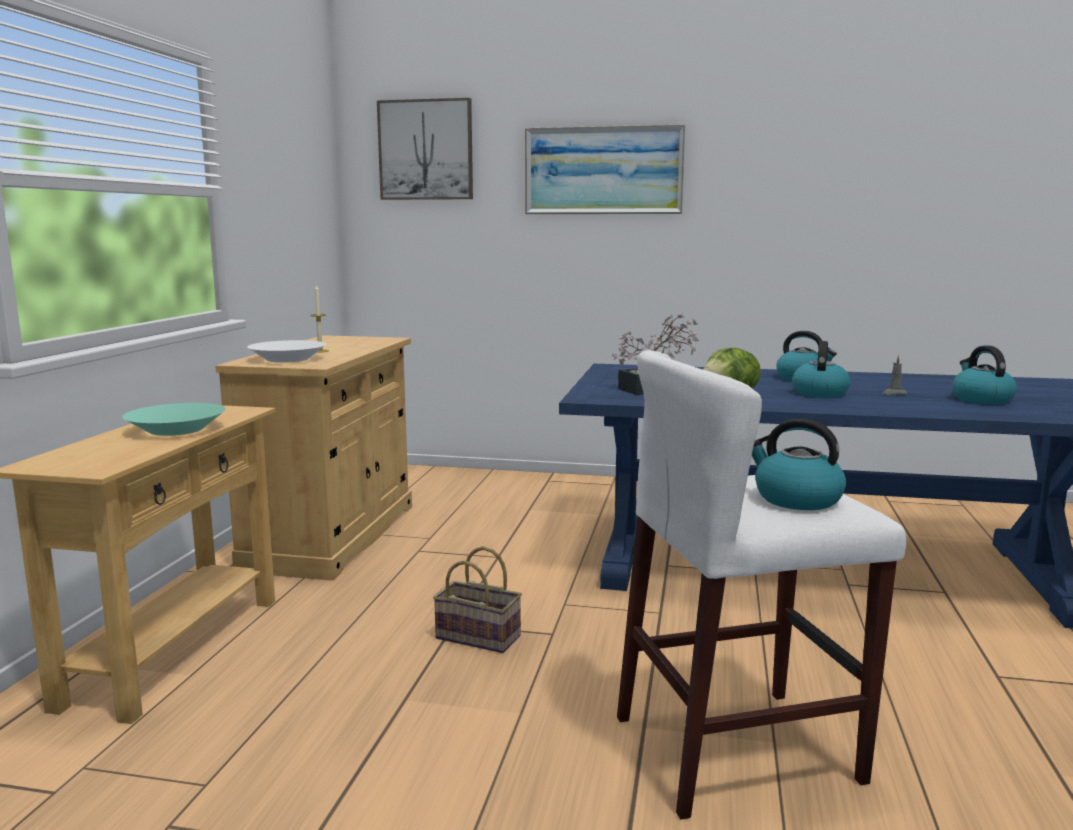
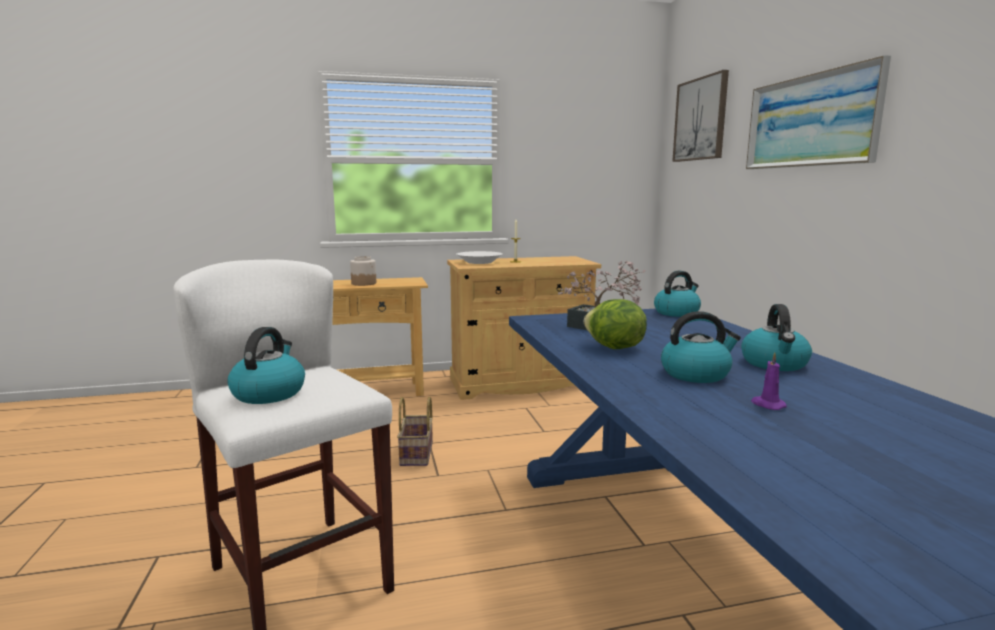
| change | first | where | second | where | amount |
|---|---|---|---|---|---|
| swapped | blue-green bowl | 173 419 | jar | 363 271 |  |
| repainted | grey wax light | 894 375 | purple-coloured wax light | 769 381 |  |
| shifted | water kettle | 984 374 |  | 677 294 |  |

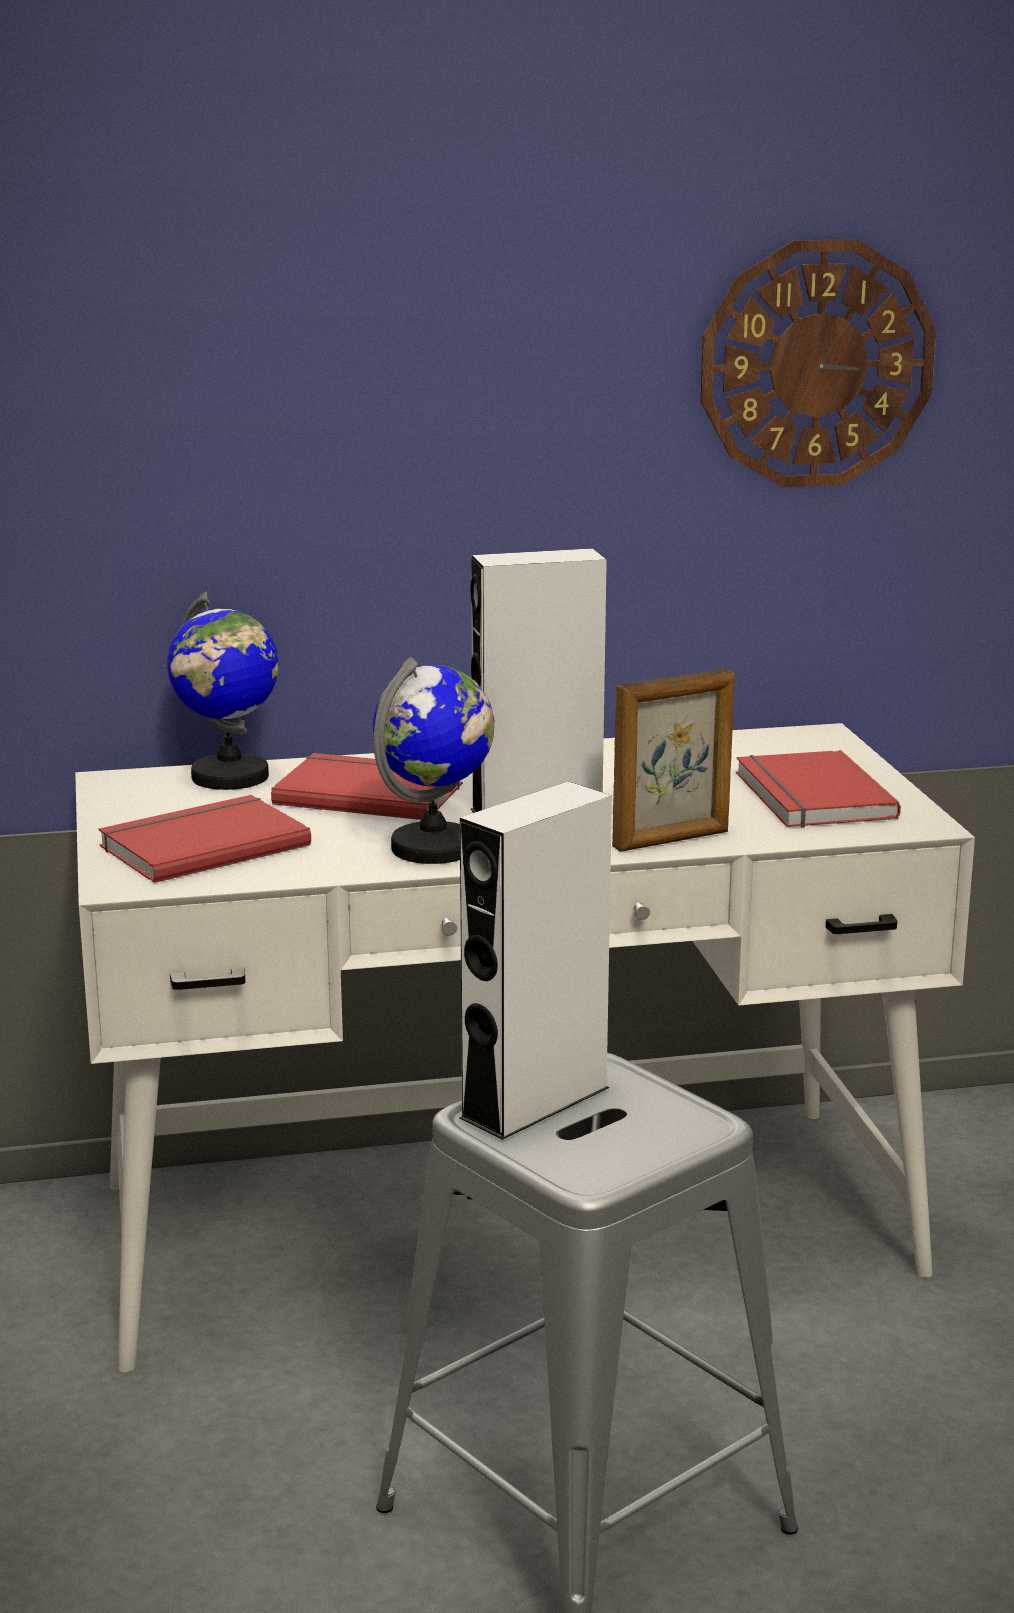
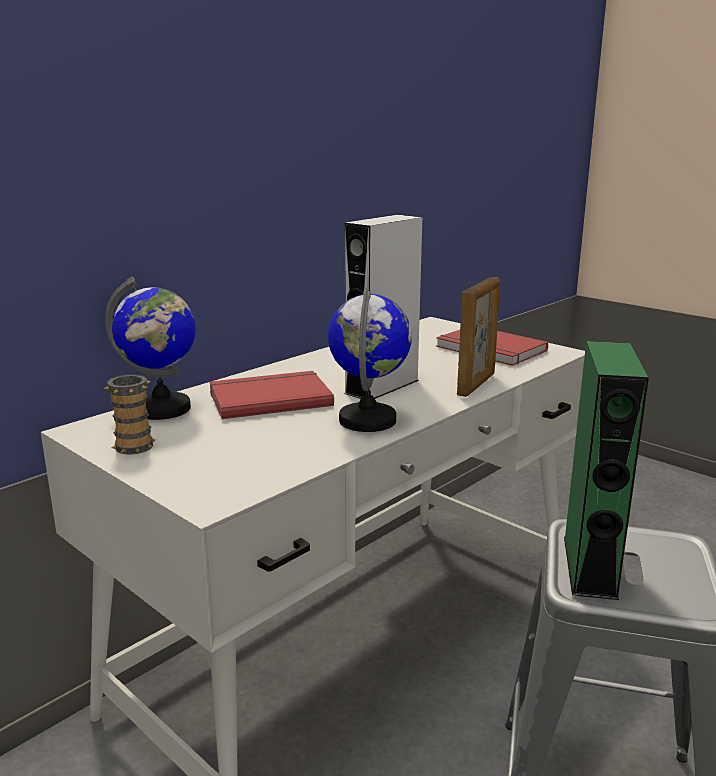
| change | first | where | second | where | amount |
|---|---|---|---|---|---|
| gone | red-coloured book | 204 839 |  |  |  |
| repainted | grey loudspeaker | 535 960 | greenish loudspeaker | 606 470 |  |
| gone | hanging clock | 818 363 |  |  |  |
| new |  |  | tea mug | 130 414 |  |

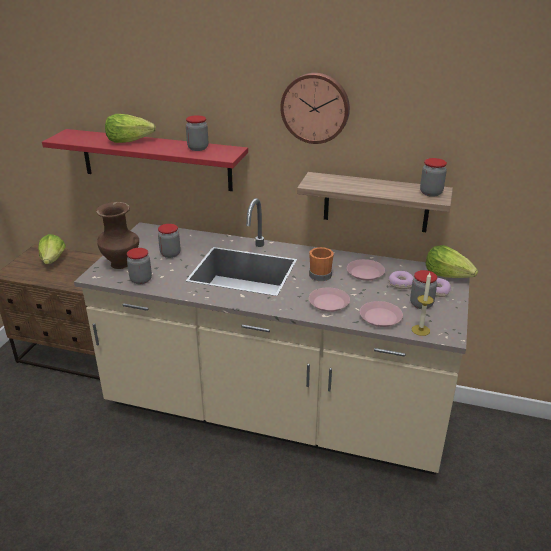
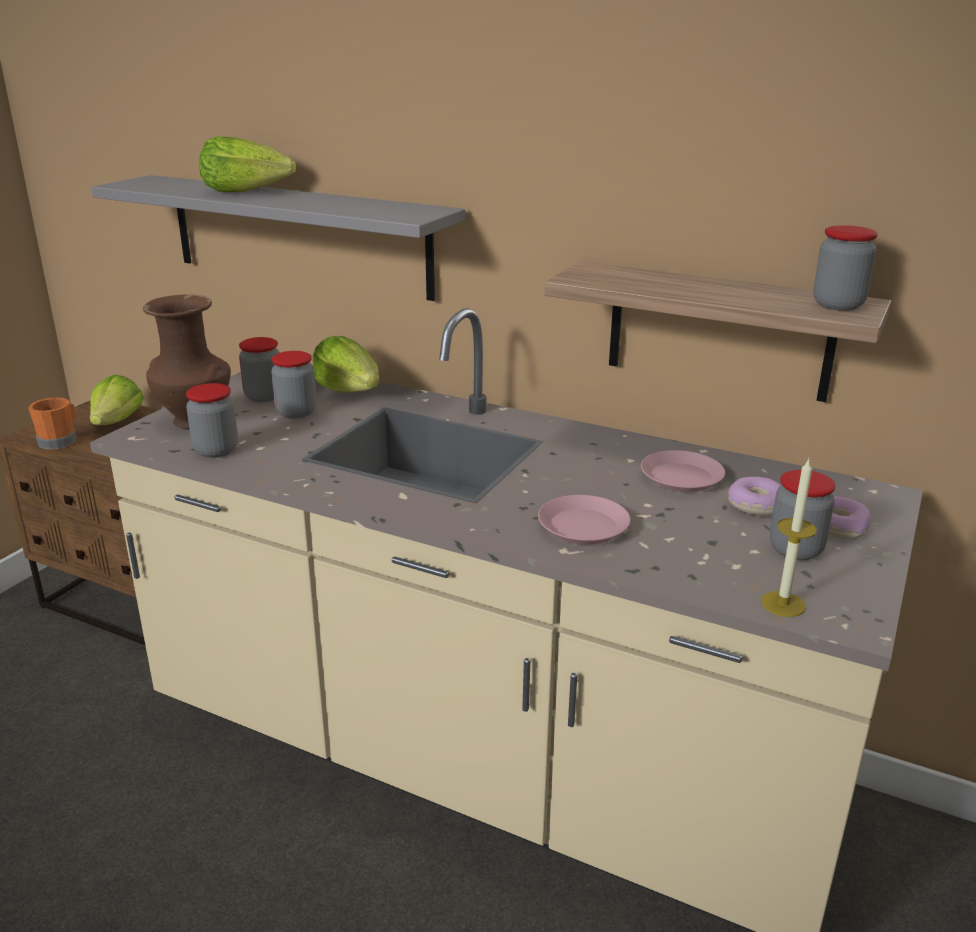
| change | first | where | second | where | amount |
|---|---|---|---|---|---|
| repainted | red-coloured shelf | 145 160 | grey shelf | 278 238 |  |
| shifted | jar | 197 133 |  | 259 369 |  |
| gone | hanging clock | 315 108 |  |  |  |
| shifted | orangey tea mug | 321 264 |  | 52 424 |  |
| gone | pinkish plate | 381 314 |  |  |  |
| shifted | lettuce | 452 261 |  | 346 364 |  |

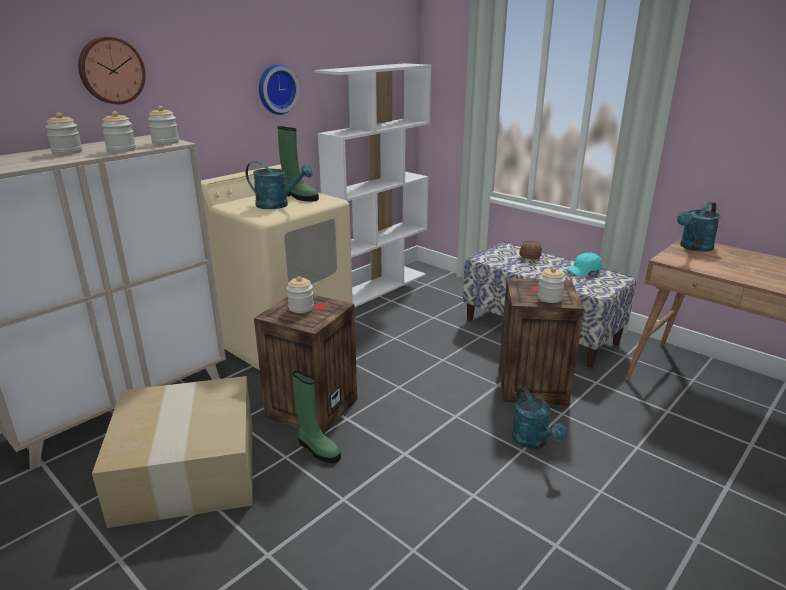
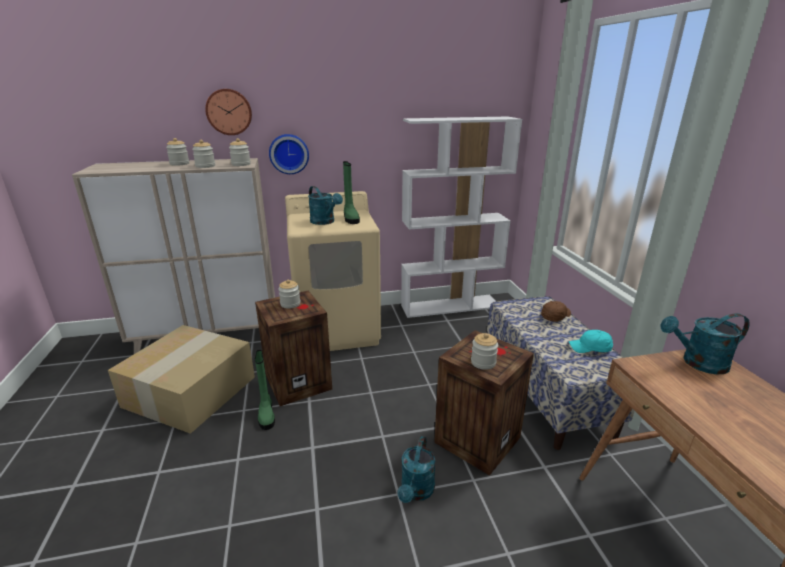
| change | first | where | second | where | amount |
|---|---|---|---|---|---|
| shifted | hanging clock | 279 89 |  | 289 154 |  |

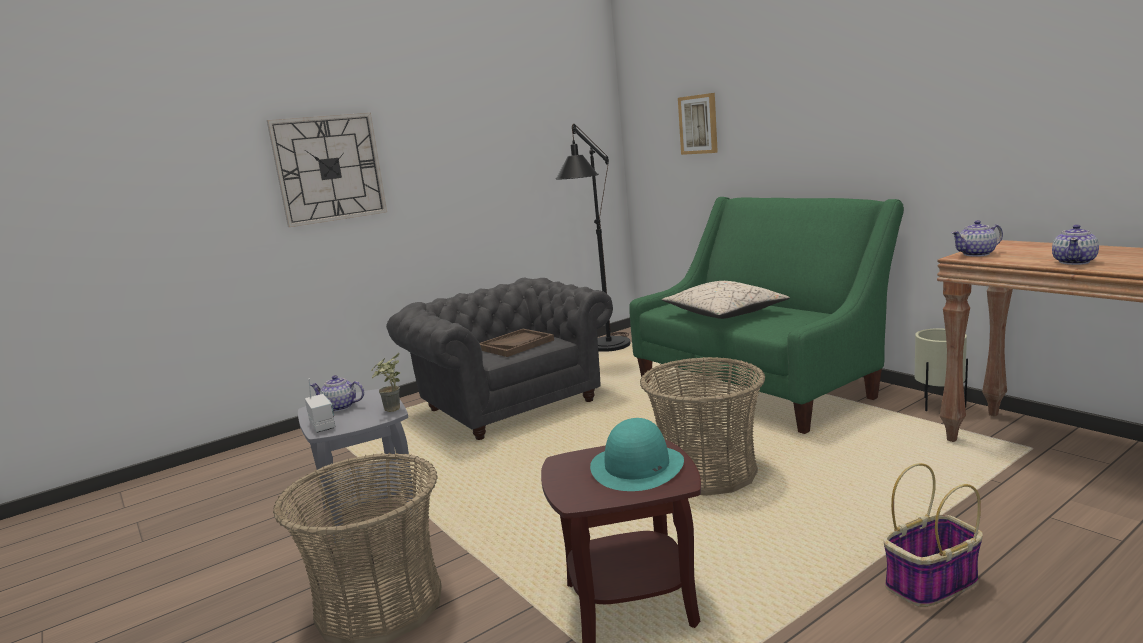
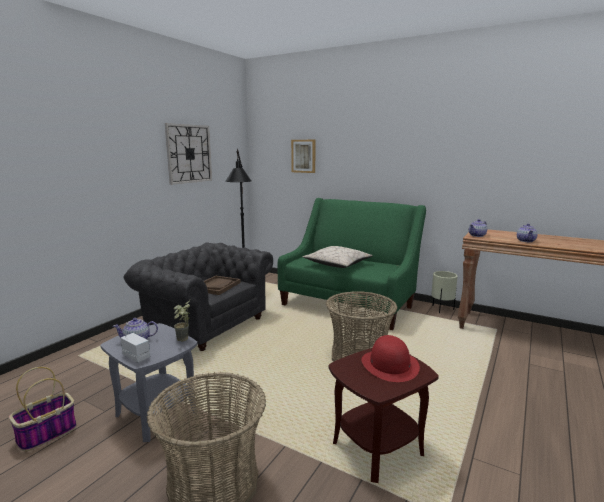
| change | first | where | second | where | amount |
|---|---|---|---|---|---|
| shifted | hanging clock | 327 170 |  | 188 154 |  |
| repainted | blue-green hat | 637 454 | red-coloured hat | 390 358 |  |
| shifted | storage basket | 933 535 |  | 43 409 |  |

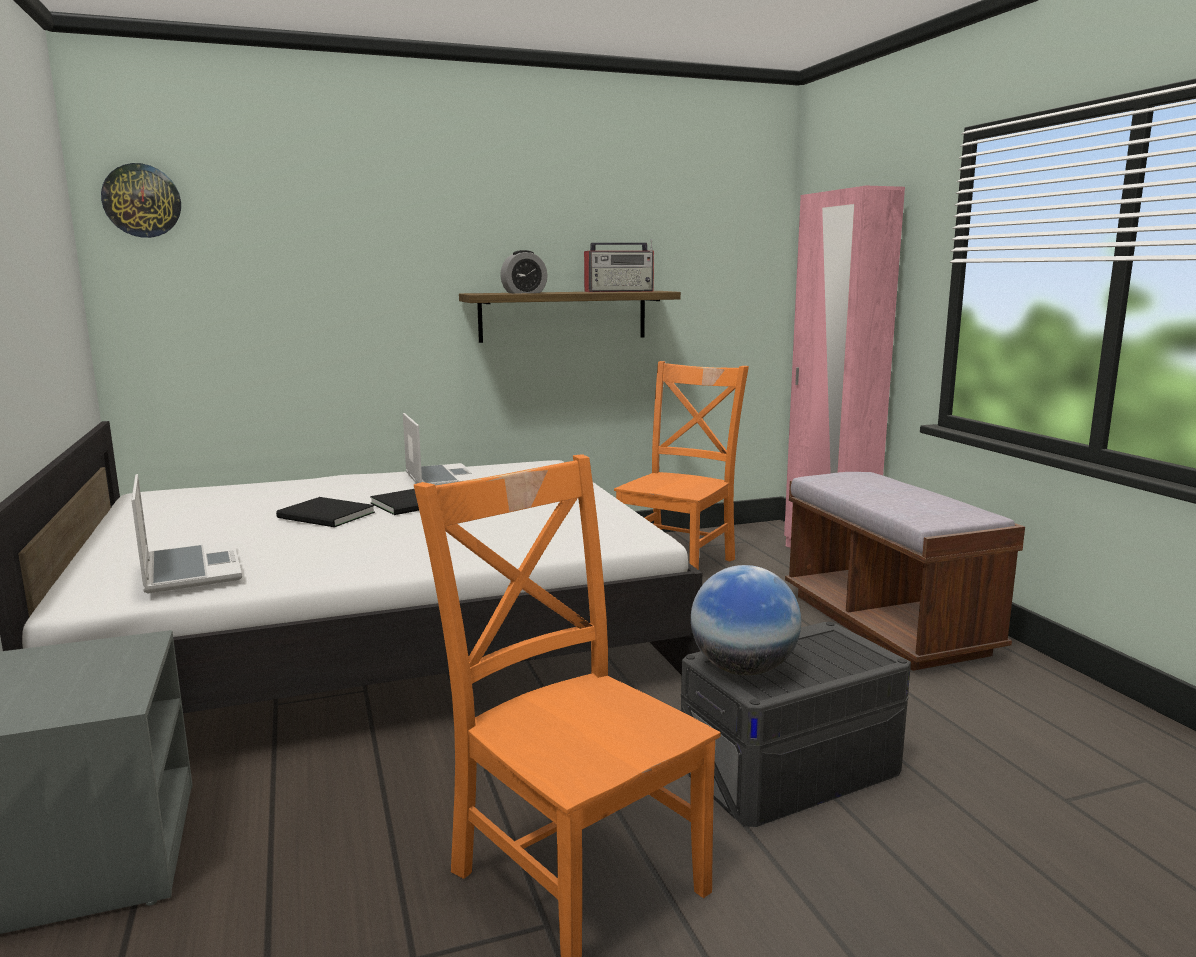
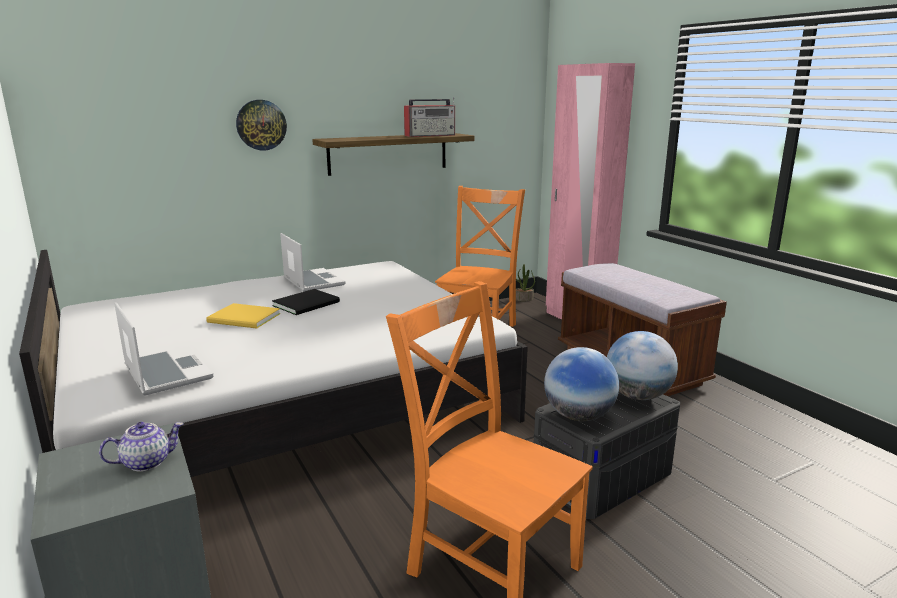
| change | first | where | second | where | amount |
|---|---|---|---|---|---|
| shifted | hanging clock | 141 200 |  | 261 125 |  |
| repainted | black book | 325 512 | yellow book | 243 316 |  |
| gone | bedside clock | 524 272 |  |  |  |
| new |  |  | tea pot | 141 447 |  |
| new |  |  | plant in a pot | 525 282 |  |
| new |  |  | globe | 642 365 |  |

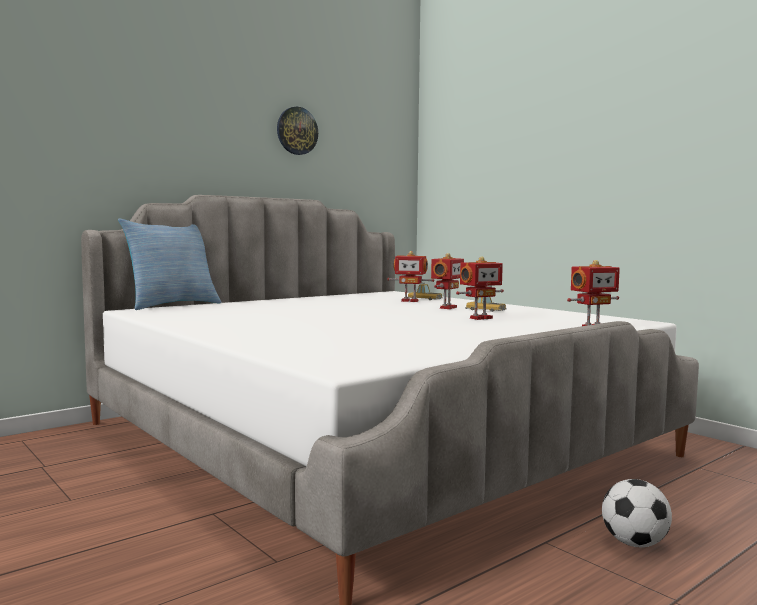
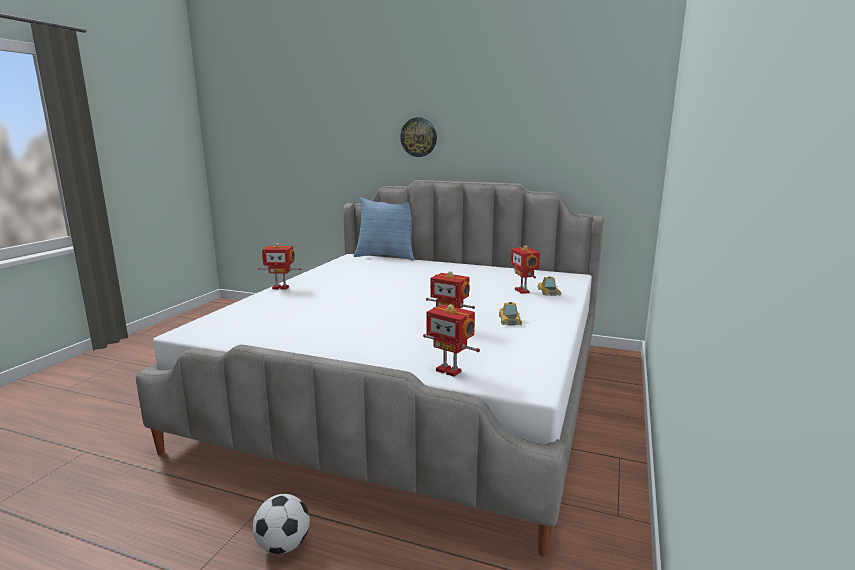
| change | first | where | second | where | amount |
|---|---|---|---|---|---|
| shifted | hanging clock | 297 131 |  | 418 137 |  |
| shifted | robot figure | 447 281 |  | 279 266 |  |

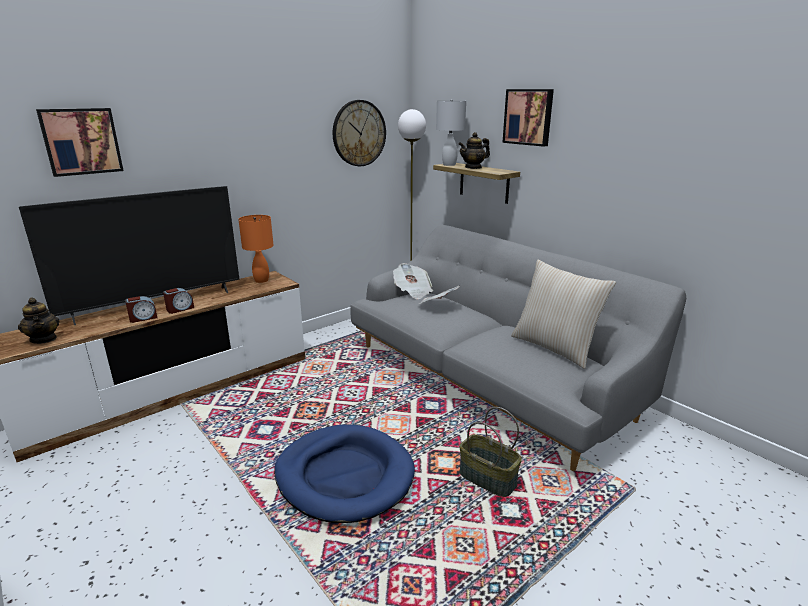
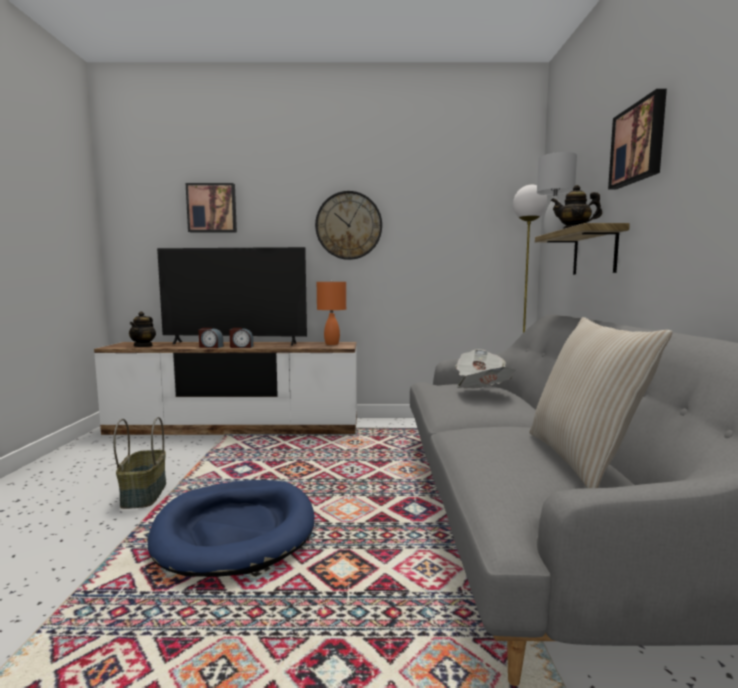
| change | first | where | second | where | amount |
|---|---|---|---|---|---|
| shifted | hanging clock | 359 133 |  | 348 225 |  |
| shifted | storage basket | 490 452 |  | 139 463 |  |

